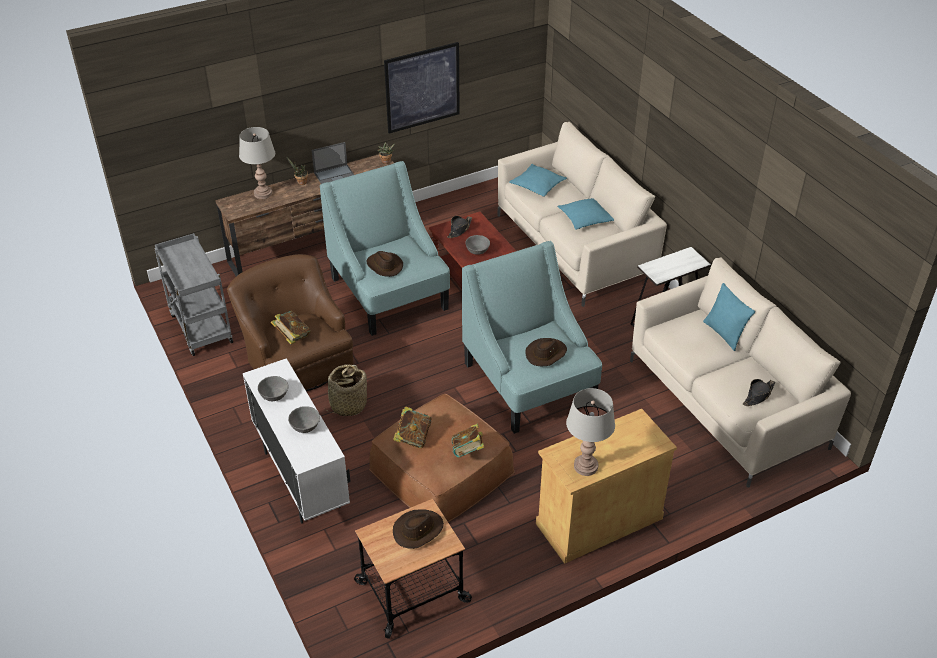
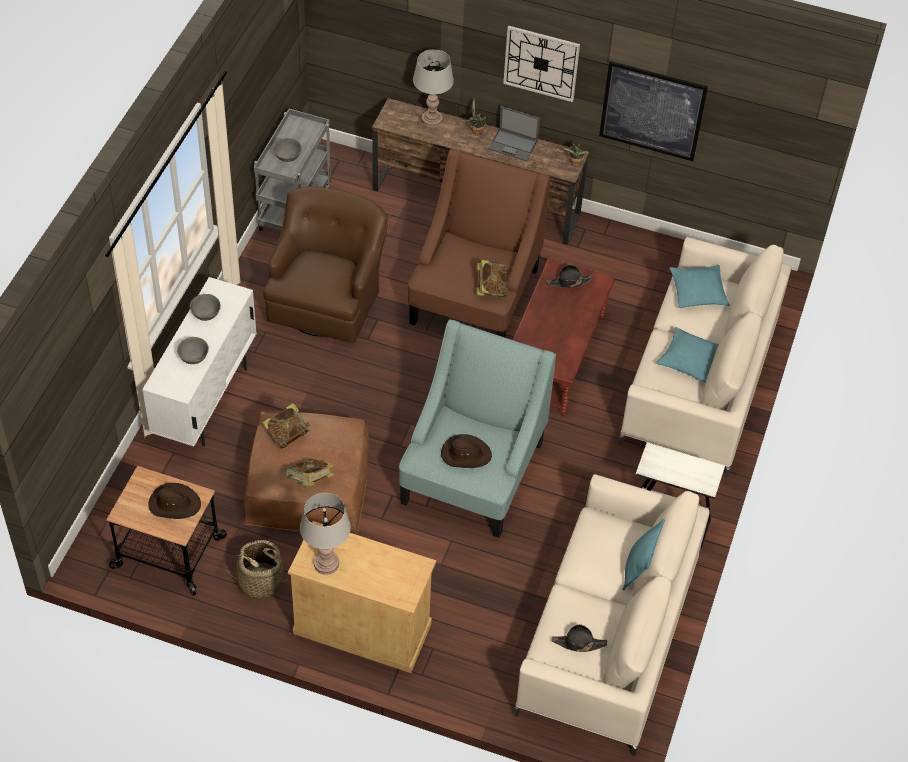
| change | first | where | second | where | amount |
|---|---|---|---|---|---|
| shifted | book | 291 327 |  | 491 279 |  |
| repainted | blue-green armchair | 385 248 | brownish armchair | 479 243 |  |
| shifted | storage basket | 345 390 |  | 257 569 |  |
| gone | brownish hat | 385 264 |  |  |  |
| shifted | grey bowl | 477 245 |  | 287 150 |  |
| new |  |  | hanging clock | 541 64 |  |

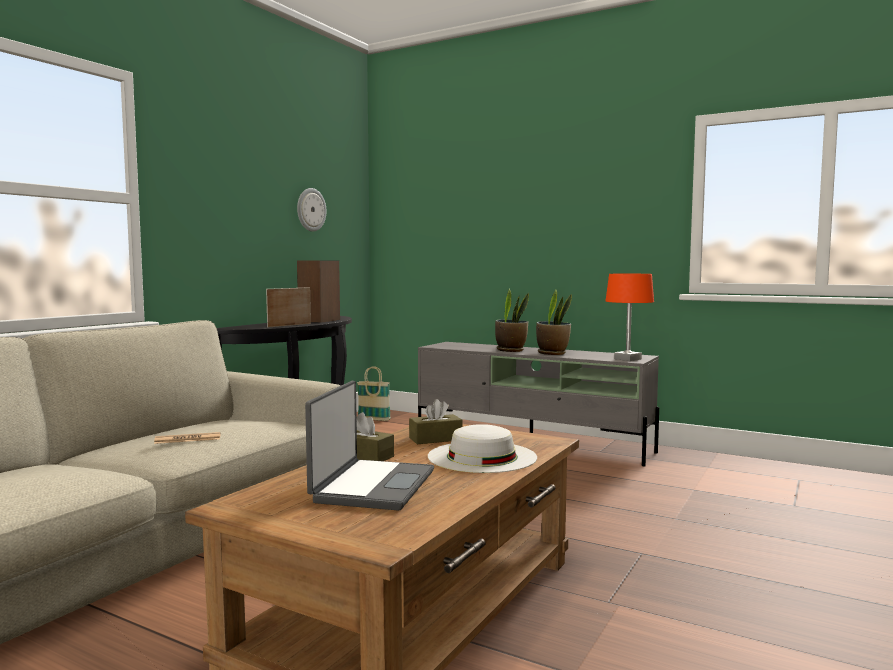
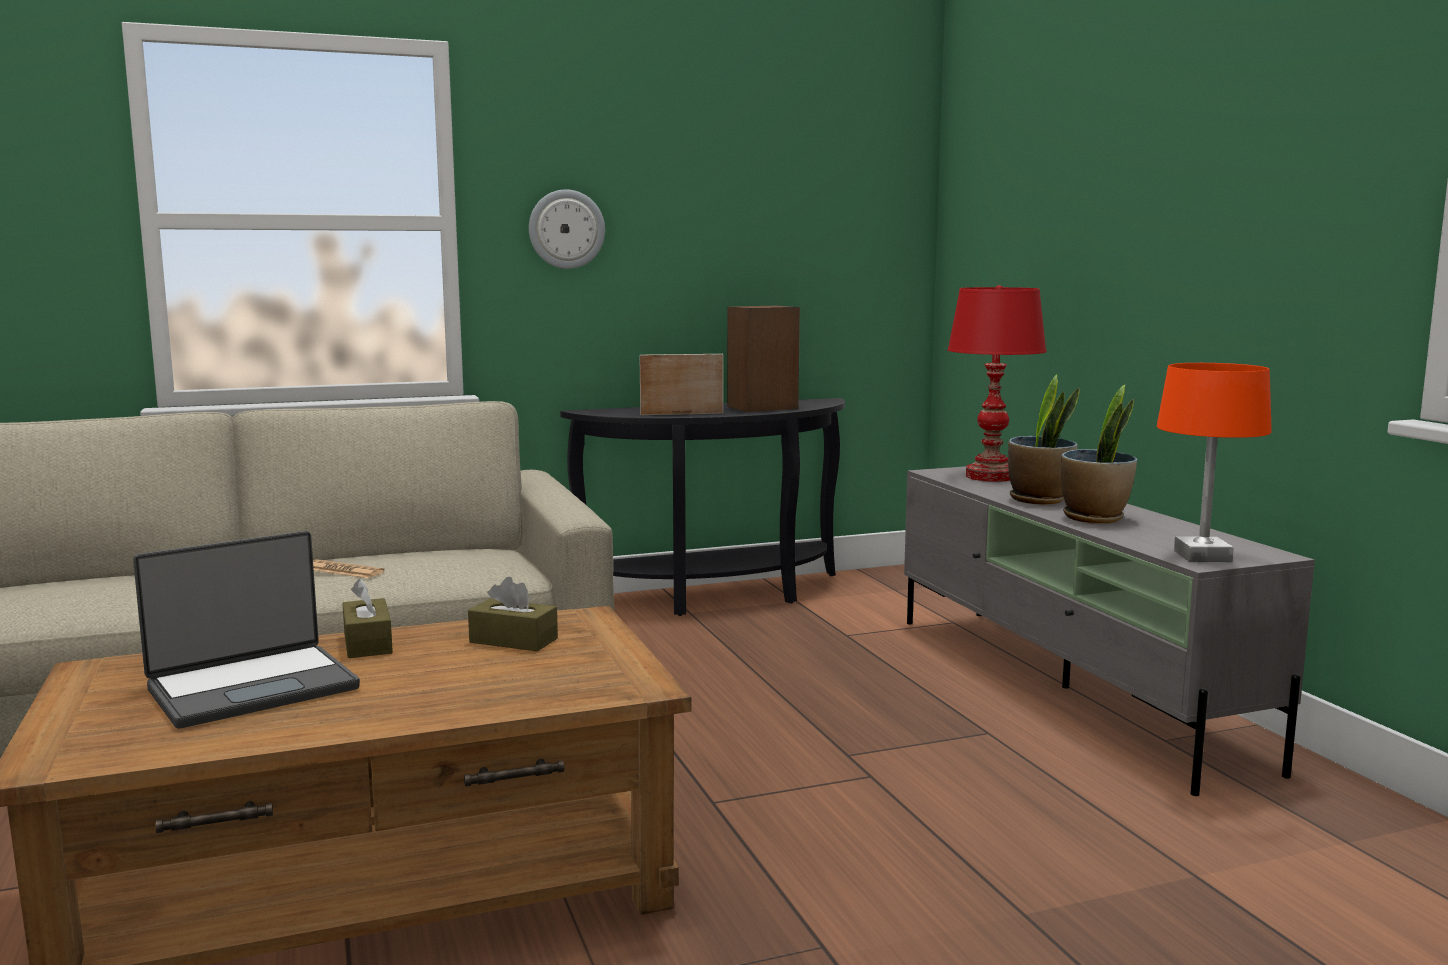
| change | first | where | second | where | amount |
|---|---|---|---|---|---|
| shifted | hanging clock | 311 210 |  | 567 229 |  |
| gone | storage basket | 374 393 |  |  |  |
| gone | whitish hat | 482 448 |  |  |  |
| new |  |  | red-coloured tabletop lamp | 997 383 |  |

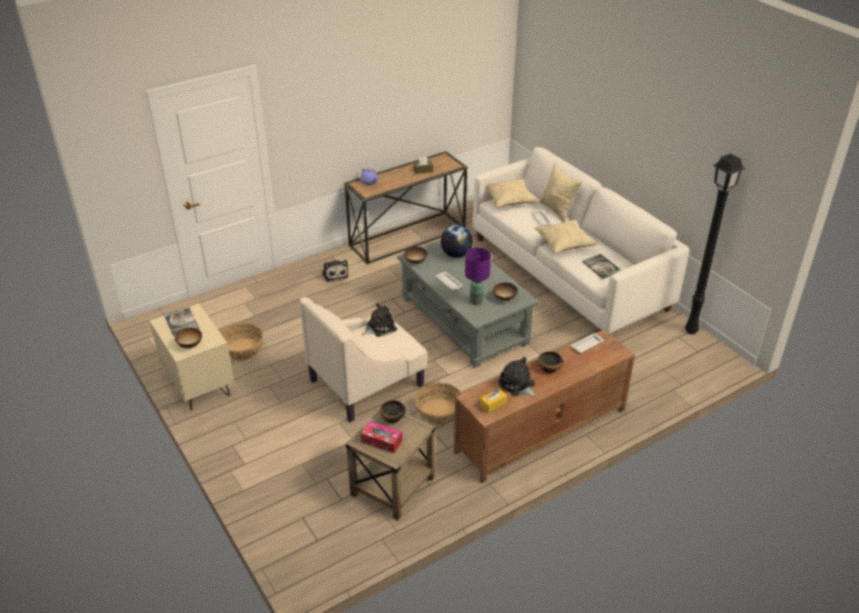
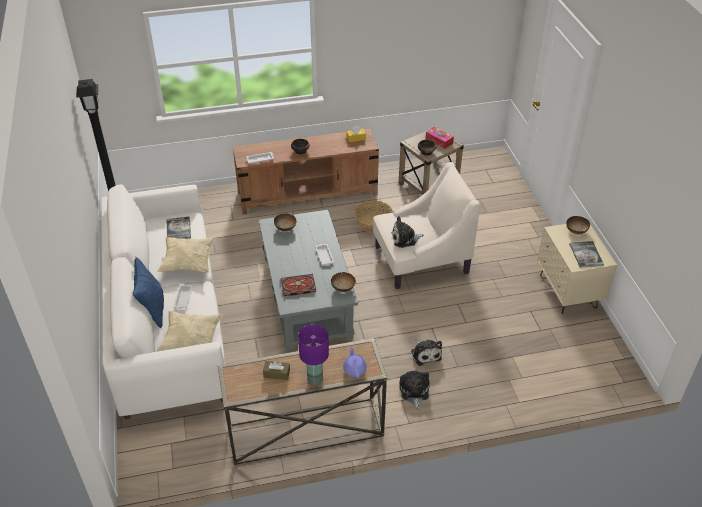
| change | first | where | second | where | amount |
|---|---|---|---|---|---|
| gone | storage basket | 242 341 |  |  |  |
| swapped | globe | 457 241 | book | 298 285 |  |
| shifted | purple-coloured tabletop lamp | 478 276 |  | 313 354 |  |
| shifted | plush toy | 517 377 |  | 426 353 |  |
| repainted | beige-coloured cushion | 560 192 | bluish cushion | 148 293 |  |

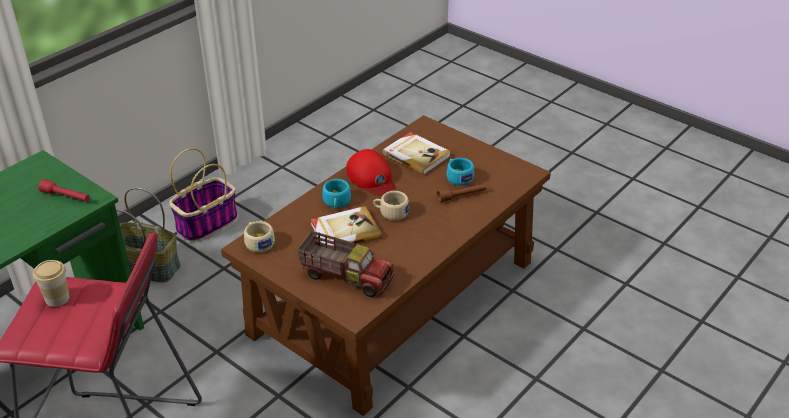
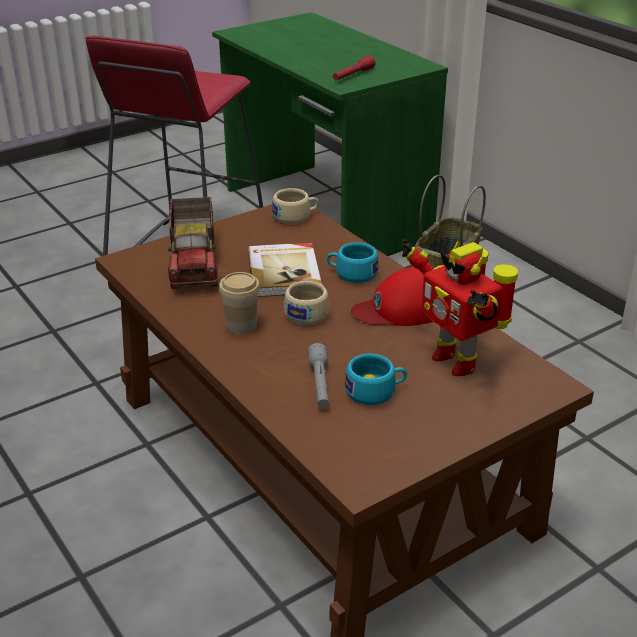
| change | first | where | second | where | amount |
|---|---|---|---|---|---|
| shifted | cup | 51 283 |  | 239 303 |  |
| gone | storage basket | 203 195 |  |  |  |
| rotated | toy lorry | 345 264 |  | 193 243 | 45 degrees counterclockwise |
| swapped | book | 416 153 | robot figure | 460 307 |  |
| repainted | brownish torch | 462 193 | grey torch | 318 375 |  |

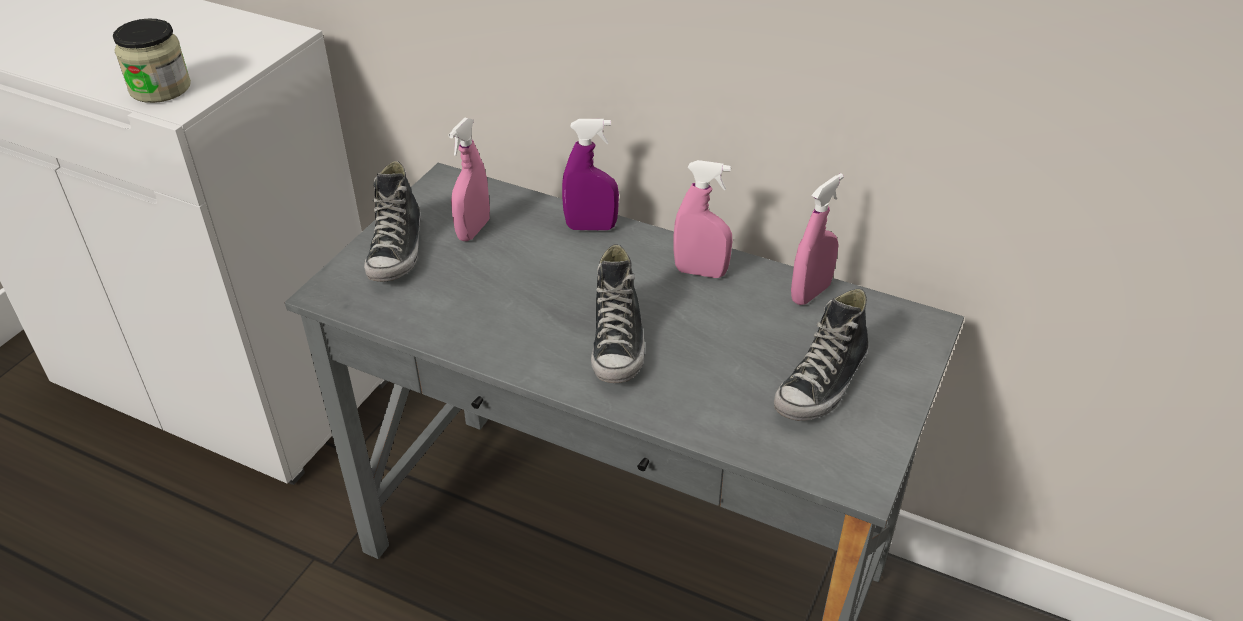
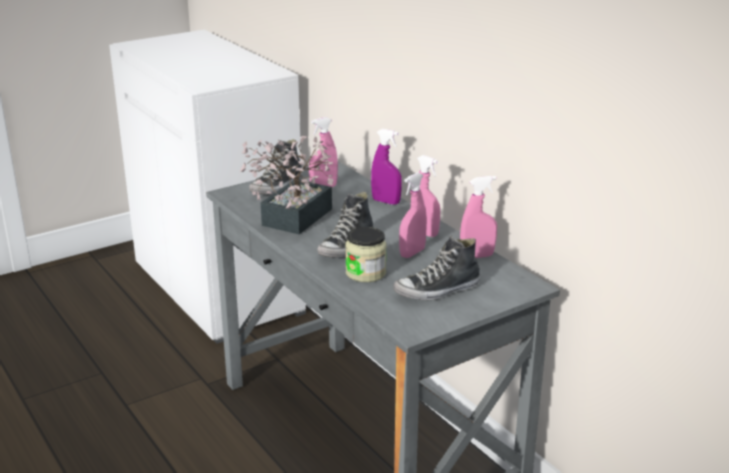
| change | first | where | second | where | amount |
|---|---|---|---|---|---|
| shifted | jar | 152 61 |  | 366 254 |  |
| new |  |  | plant in a pot | 287 185 |  |
| new |  |  | pinkish hand sprayer | 413 215 |  |

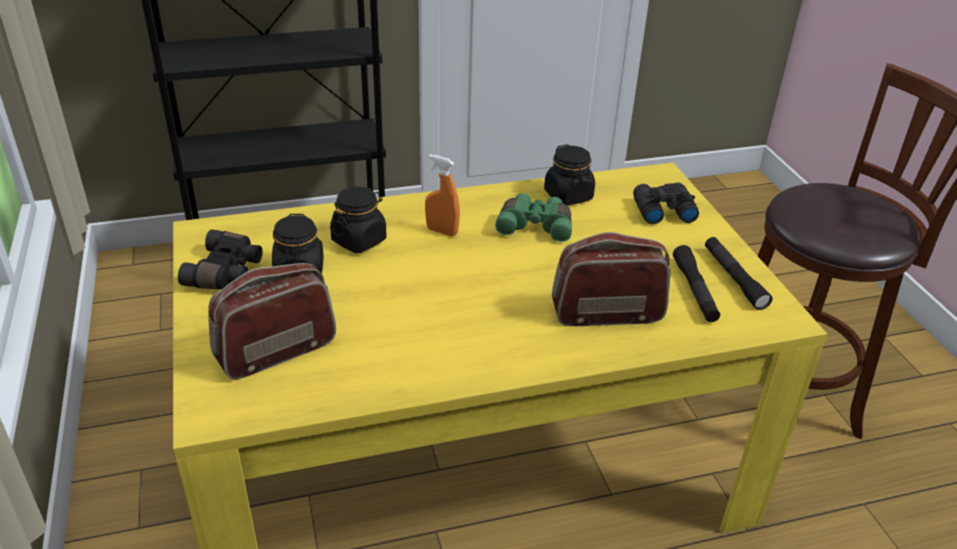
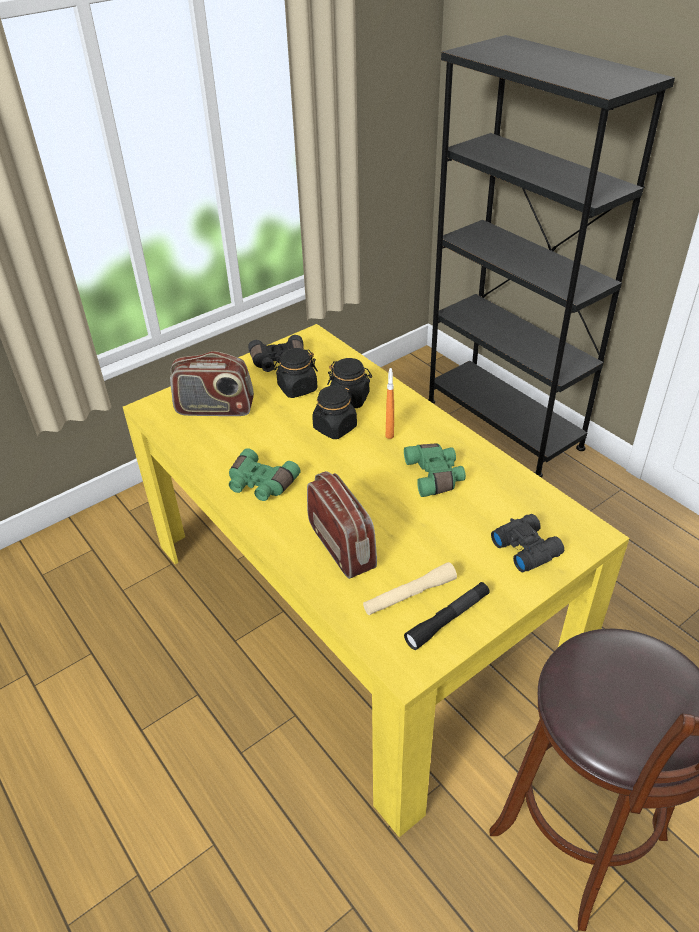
| change | first | where | second | where | amount |
|---|---|---|---|---|---|
| rotated | radio | 272 321 |  | 212 383 | 150 degrees clockwise |
| shifted | black jar | 569 174 |  | 334 412 |  |
| repainted | black torch | 696 283 | beige-coloured torch | 410 588 |  |
| new |  |  | greenish pair of binoculars | 265 474 |  |

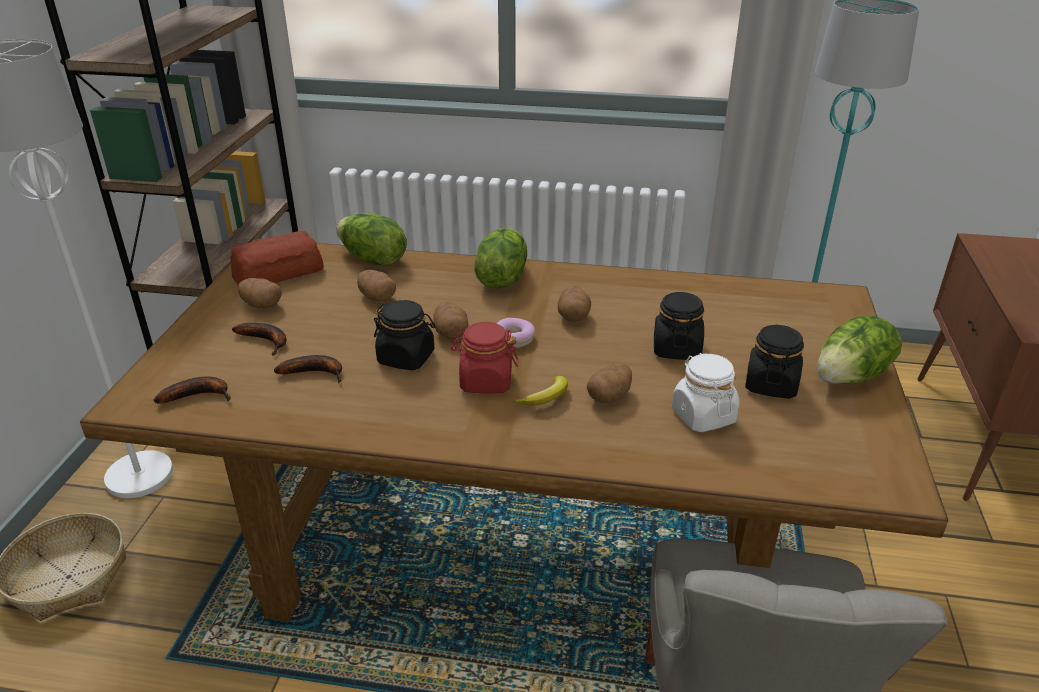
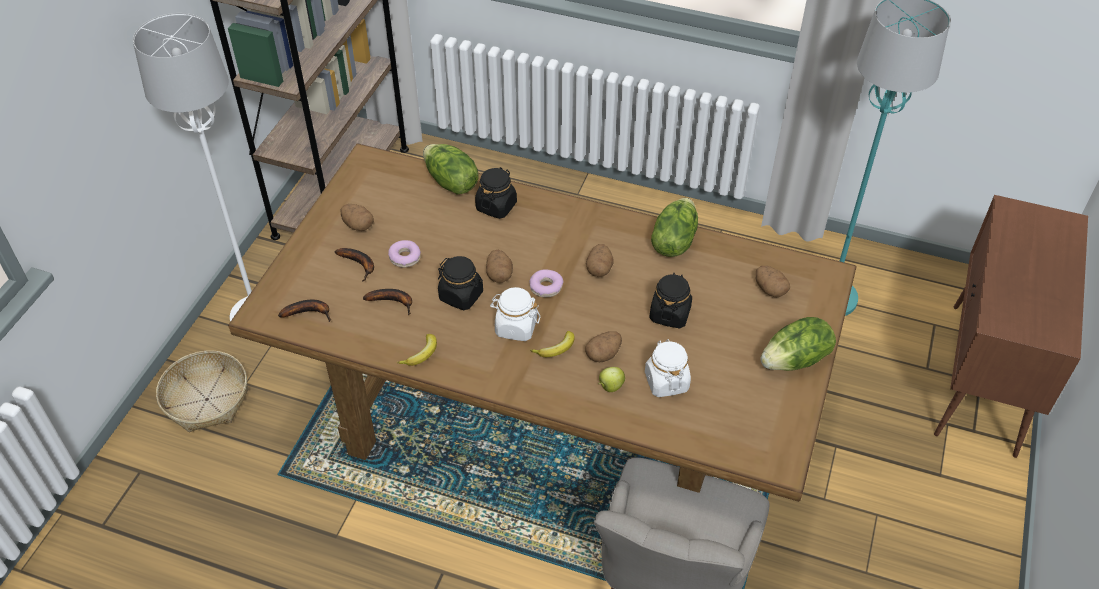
| change | first | where | second | where | amount |
|---|---|---|---|---|---|
| gone | bread | 277 258 |  |  |  |
| shifted | potato | 376 285 |  | 773 281 |  |
| repainted | red-coloured jar | 485 358 | whitish jar | 515 314 |  |
| shifted | lettuce | 500 258 |  | 674 227 |  |
| shifted | black jar | 774 362 |  | 496 193 |  |
| new |  |  | doughnut | 404 254 |  |
| new |  |  | banana | 417 350 |  |
| new |  |  | whole apple | 611 379 |  |

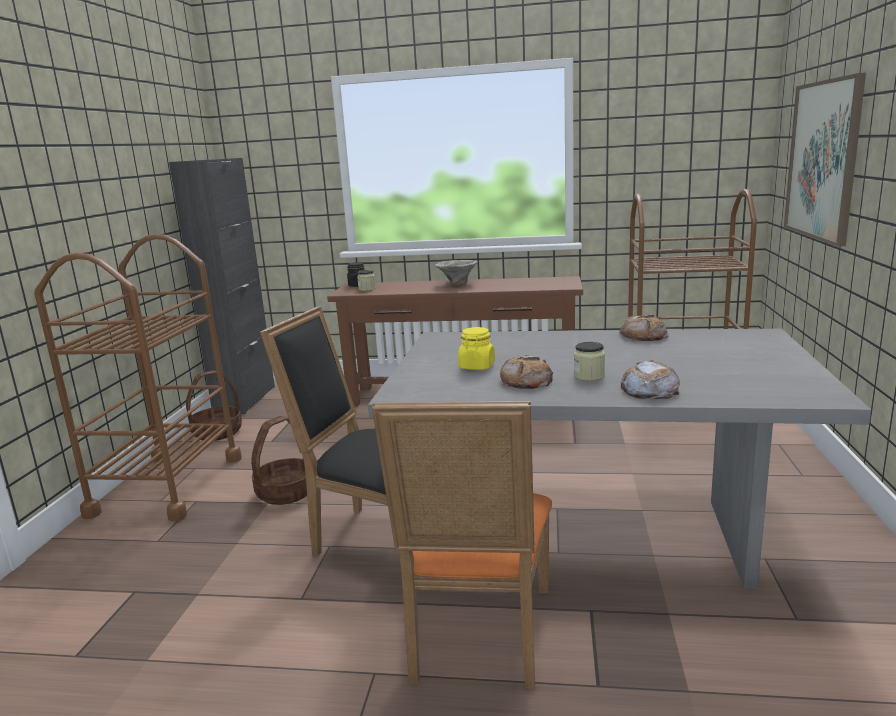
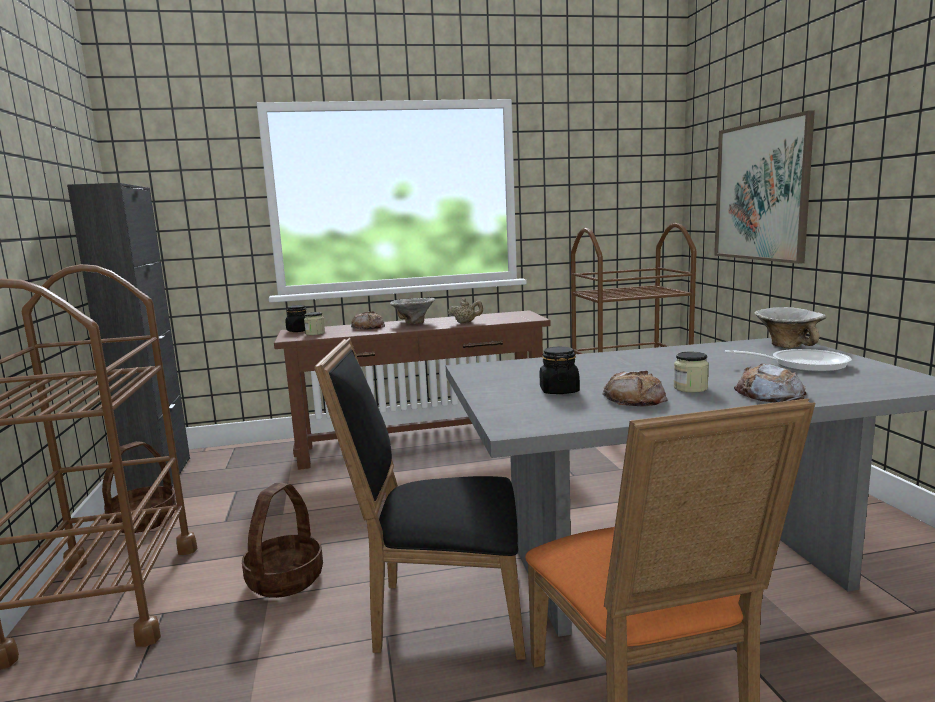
| change | first | where | second | where | amount |
|---|---|---|---|---|---|
| repainted | yellow jar | 476 348 | black jar | 560 370 |  |
| shifted | bread | 643 328 |  | 368 320 |  |
| new |  |  | beige-coloured tea pot | 465 310 |  |
| new |  |  | pan | 788 360 |  |
| new |  |  | bowl | 790 327 |  |

